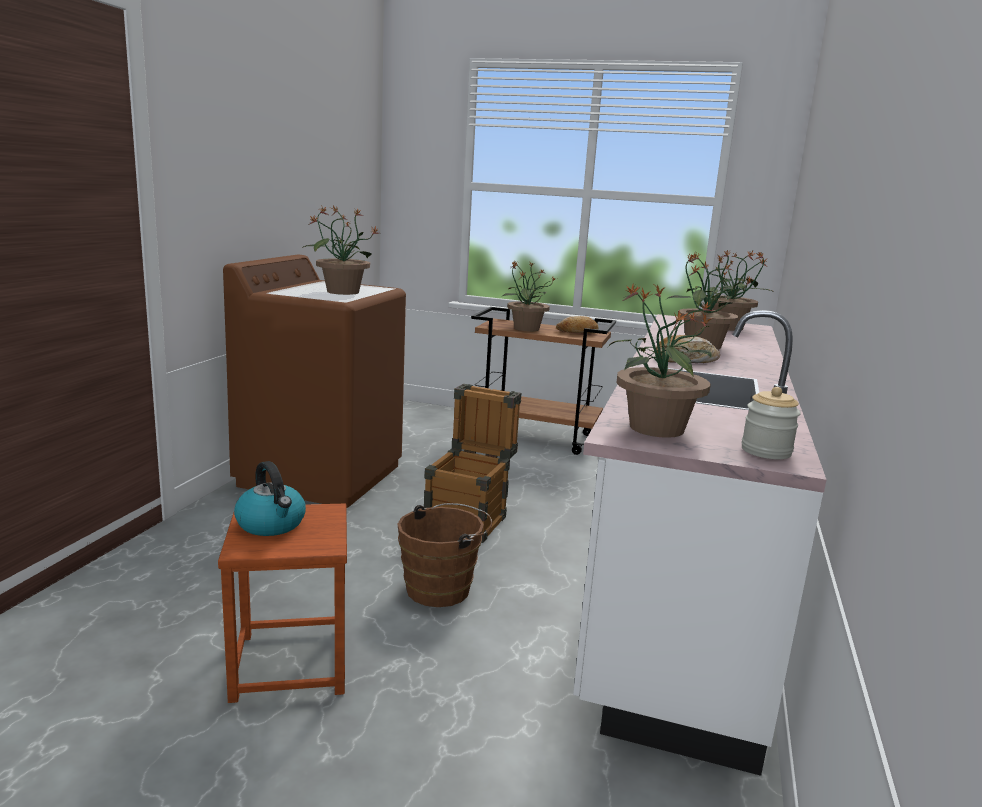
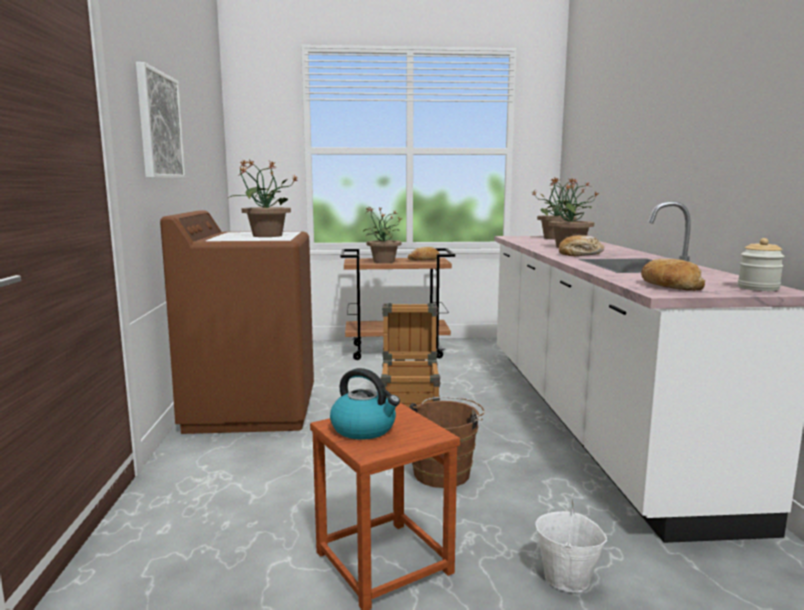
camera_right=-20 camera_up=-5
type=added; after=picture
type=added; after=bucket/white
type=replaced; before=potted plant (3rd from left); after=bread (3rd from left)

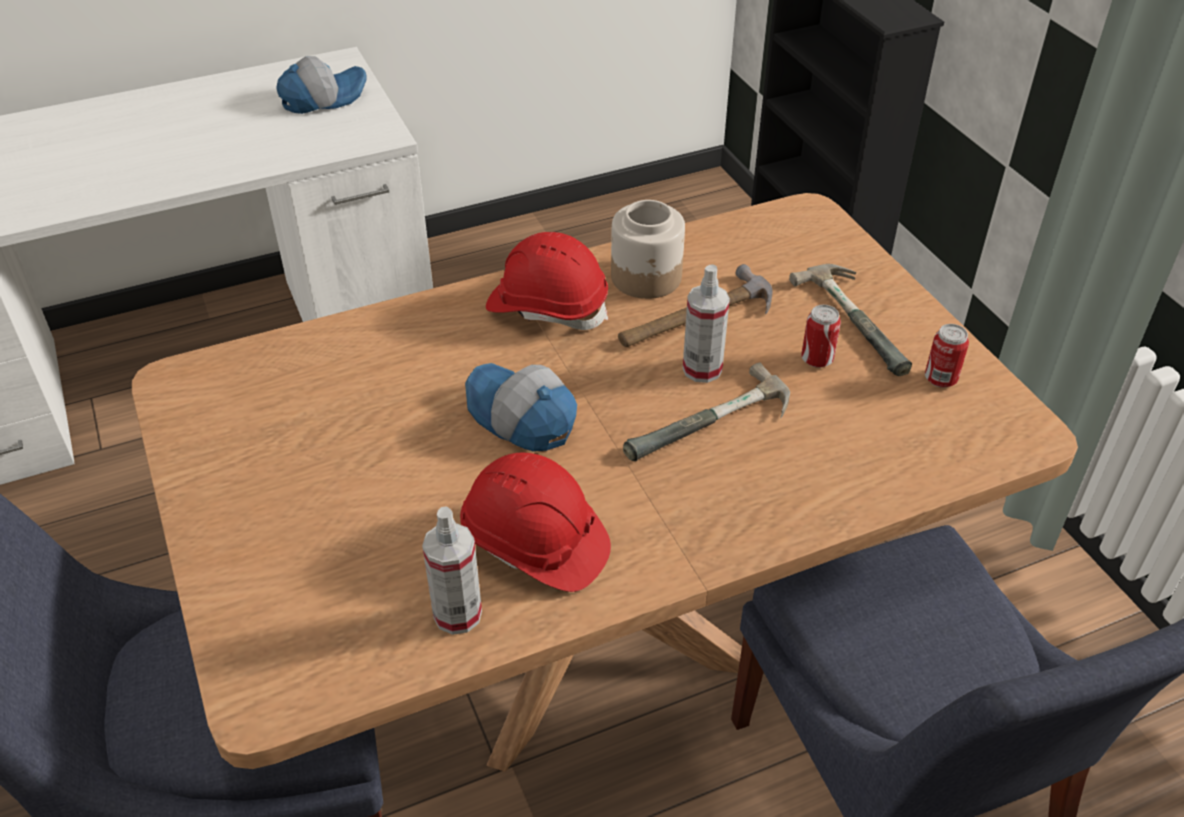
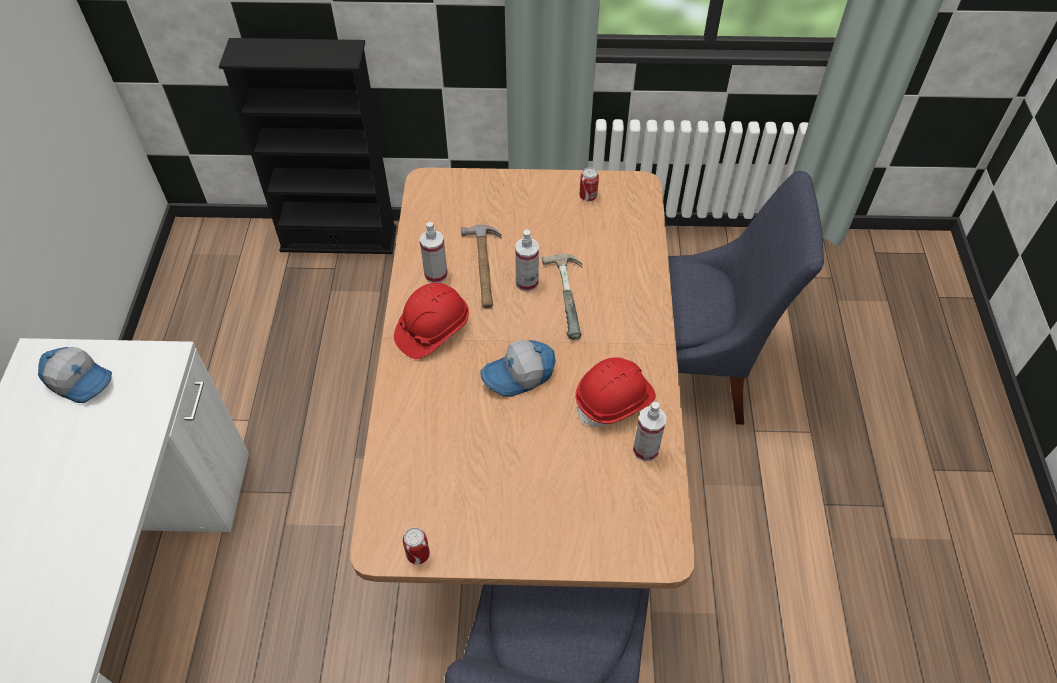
camera_right=-65 camera_up=10
type=turned; before=cap (1st from left); turn=120
type=moved; before=can (1st from left)
type=replaced; before=jar; after=spray bottle (1st from left)
type=removed; before=hammer (3rd from left)

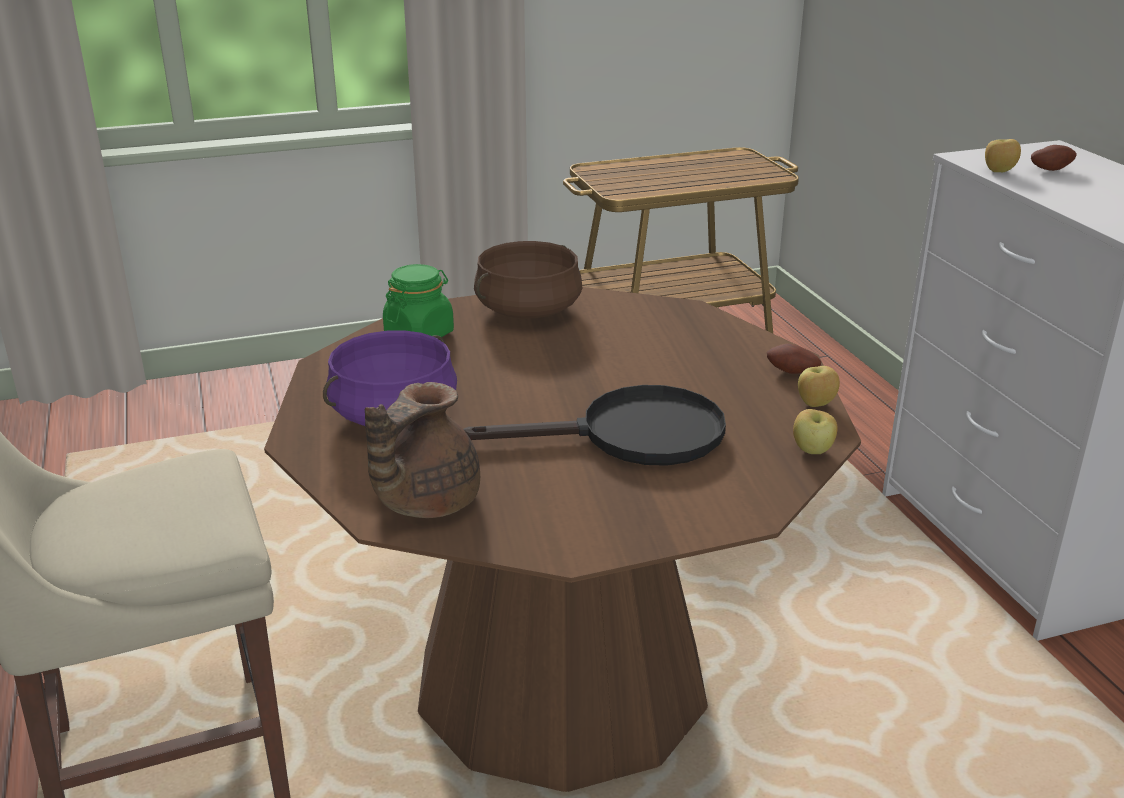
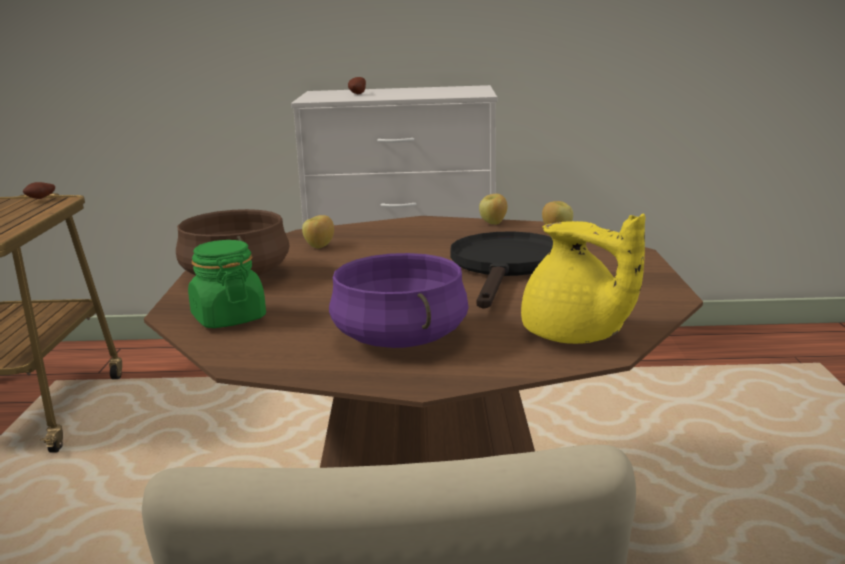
camera_right=-70 camera_up=-10
type=moved; before=potato (1st from left)
type=moved; before=apple (3rd from left in the first image); after=apple (1st from left)
type=recoloured; before=teapot/brown; after=teapot/yellow

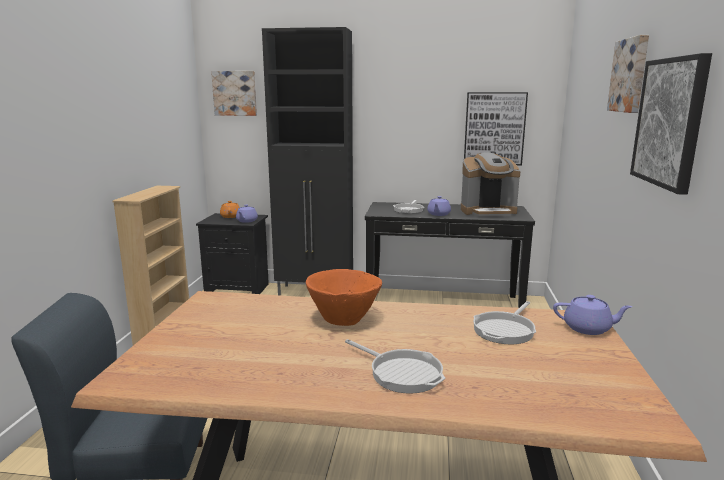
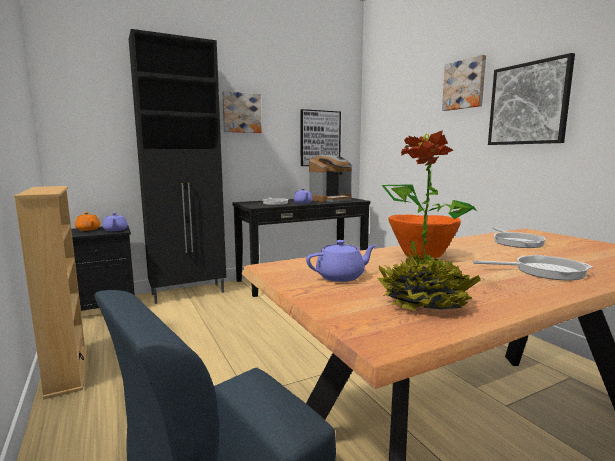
camera_right=-35 camera_up=-5
type=moved; before=picture (1st from left)
type=moved; before=teapot/purple (3rd from left)
type=added; after=potted plant

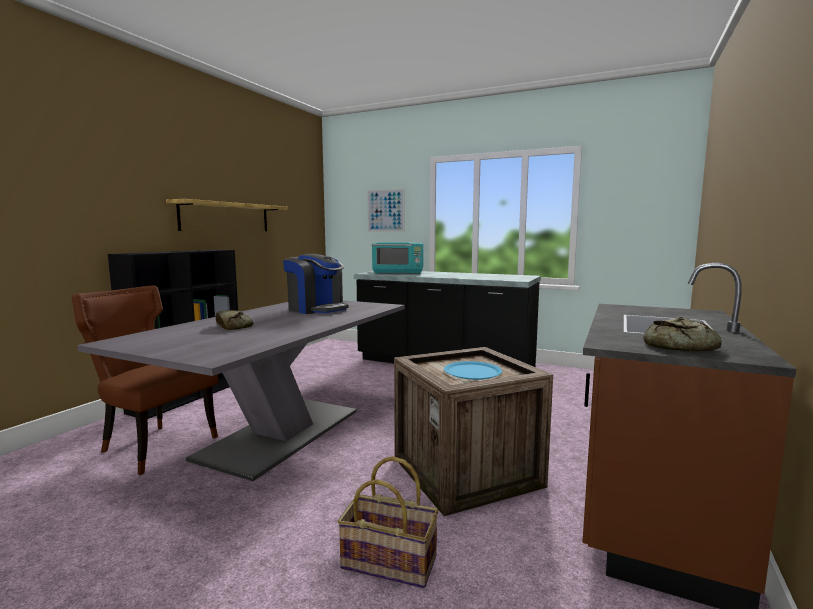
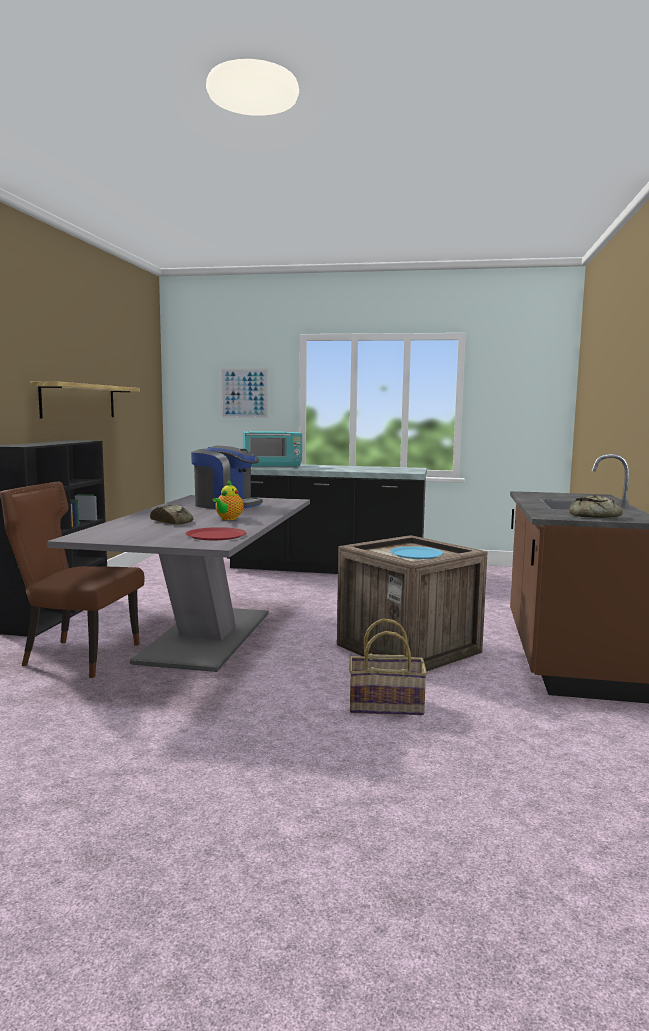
camera_right=-15 camera_up=0
type=added; after=plate/red
type=added; after=teapot

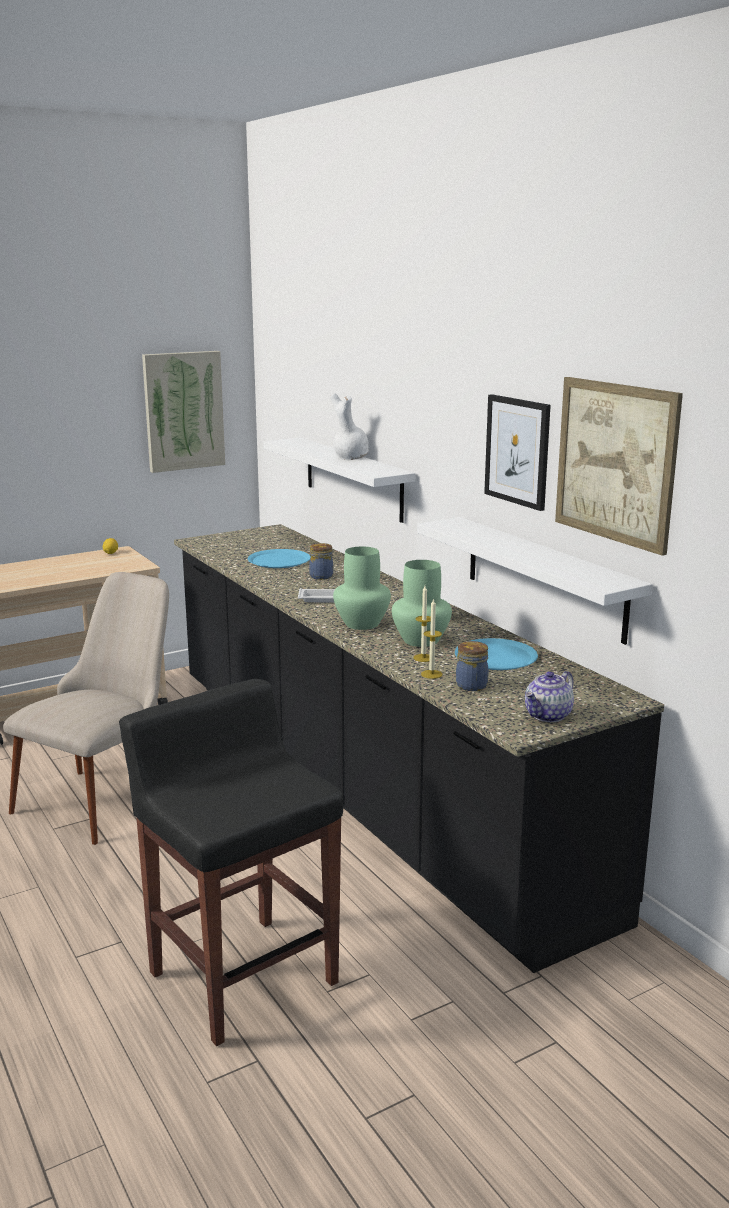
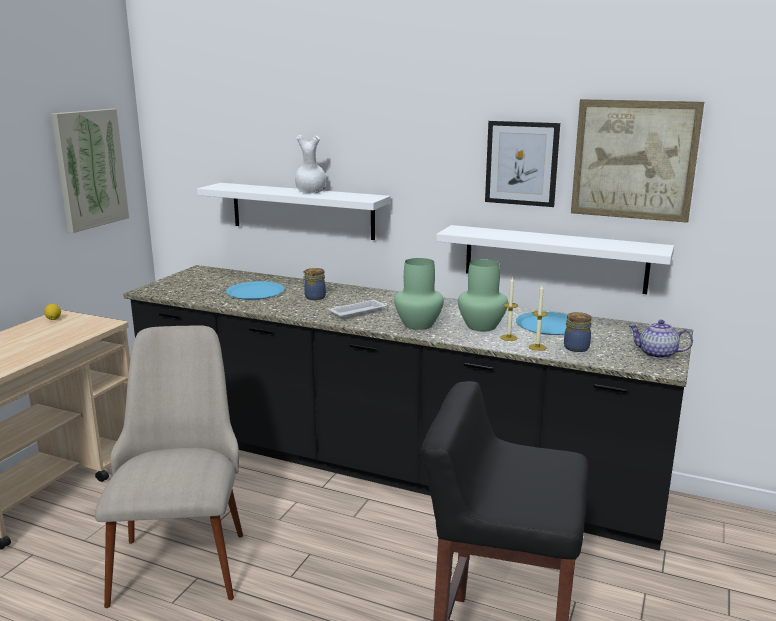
camera_right=-35 camera_up=0
type=turned; before=teapot; turn=105

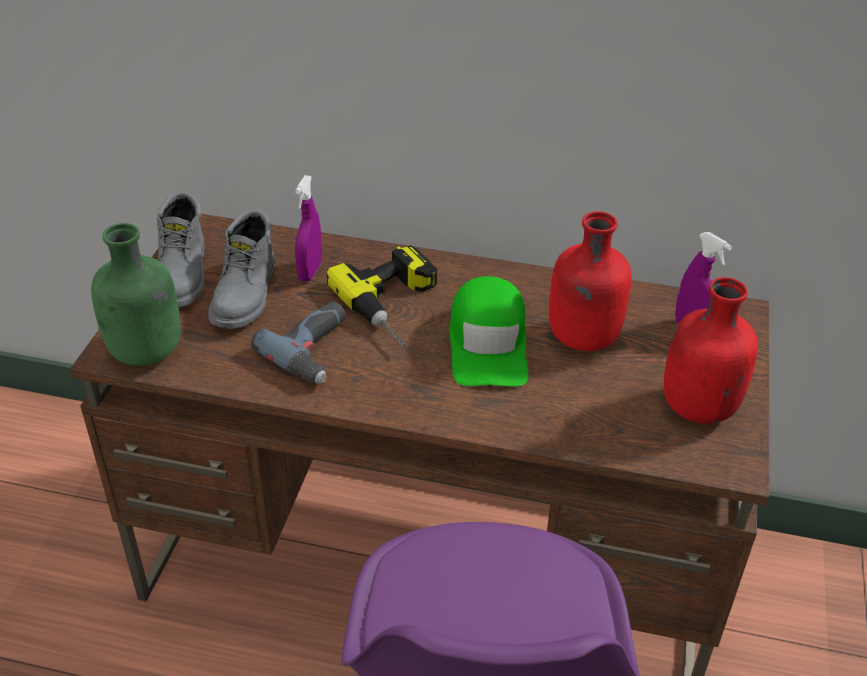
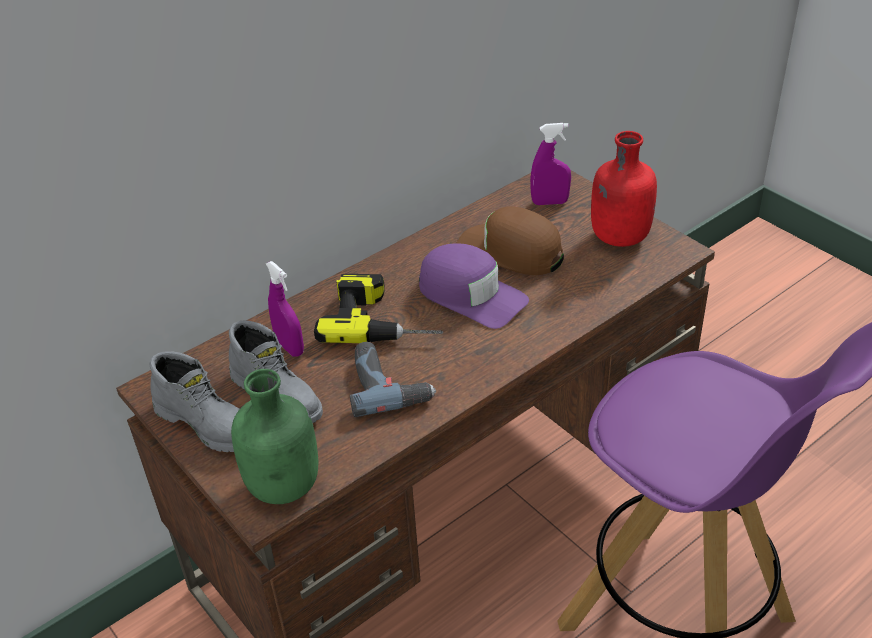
camera_right=-50 camera_up=0
type=recoloured; before=cap/green; after=cap/purple
type=replaced; before=bottle/red (1st from left); after=cap/brown

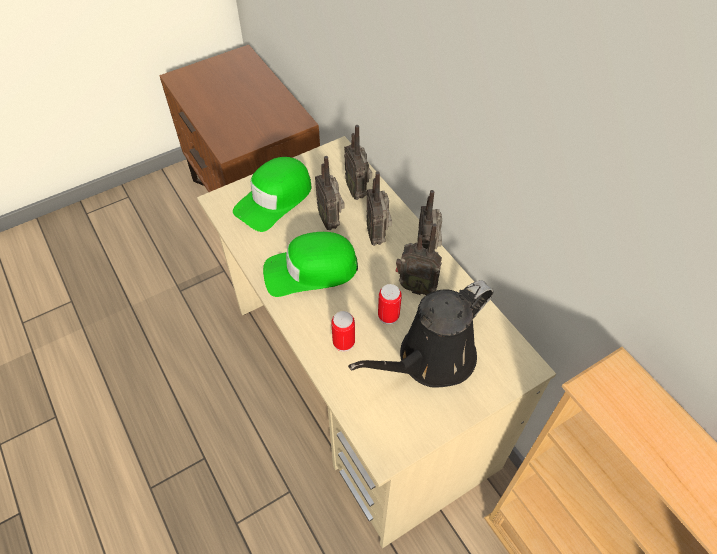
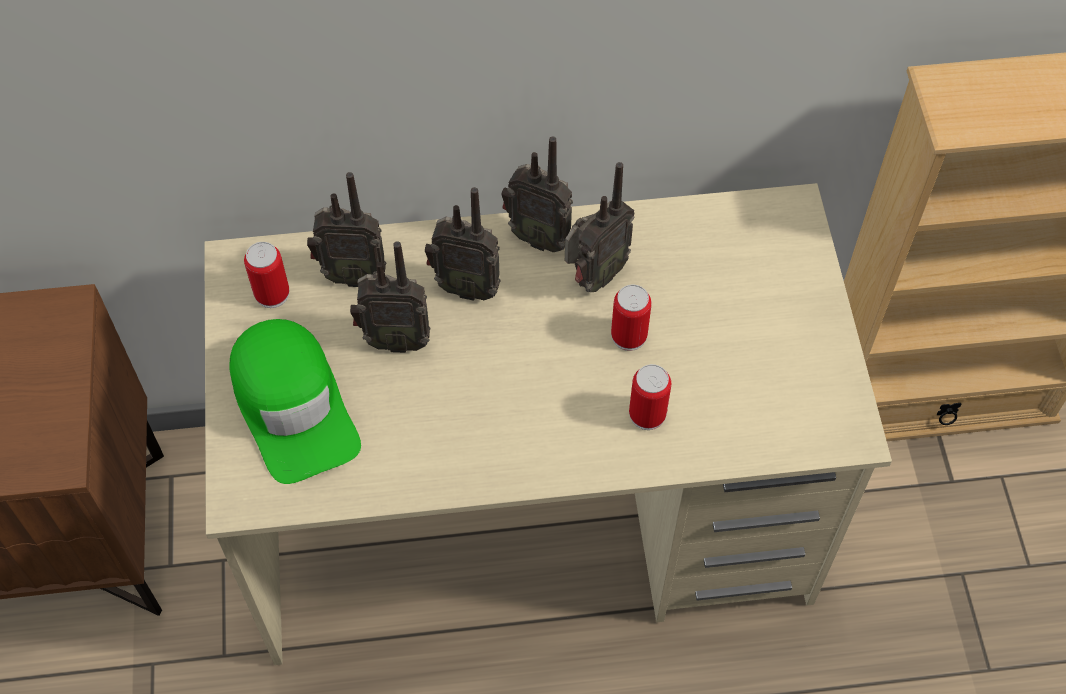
camera_right=-65 camera_up=5
type=added; after=can (1st from left)
type=removed; before=cap/green (2nd from left)
type=removed; before=watering can/black

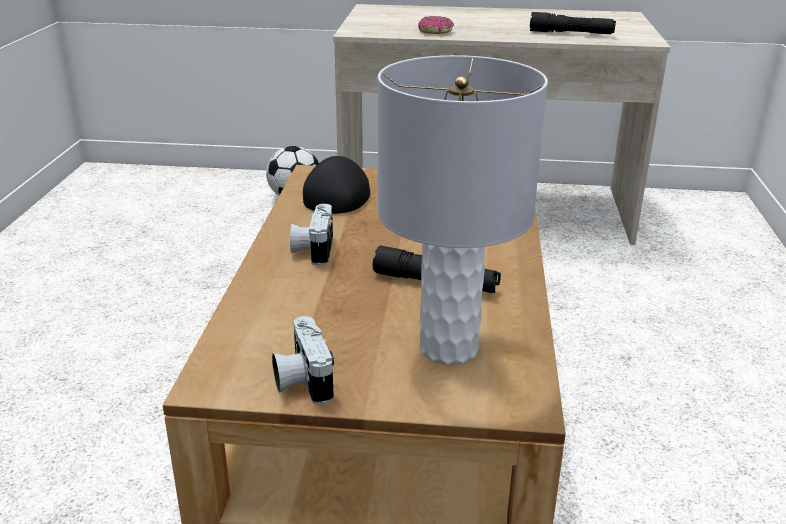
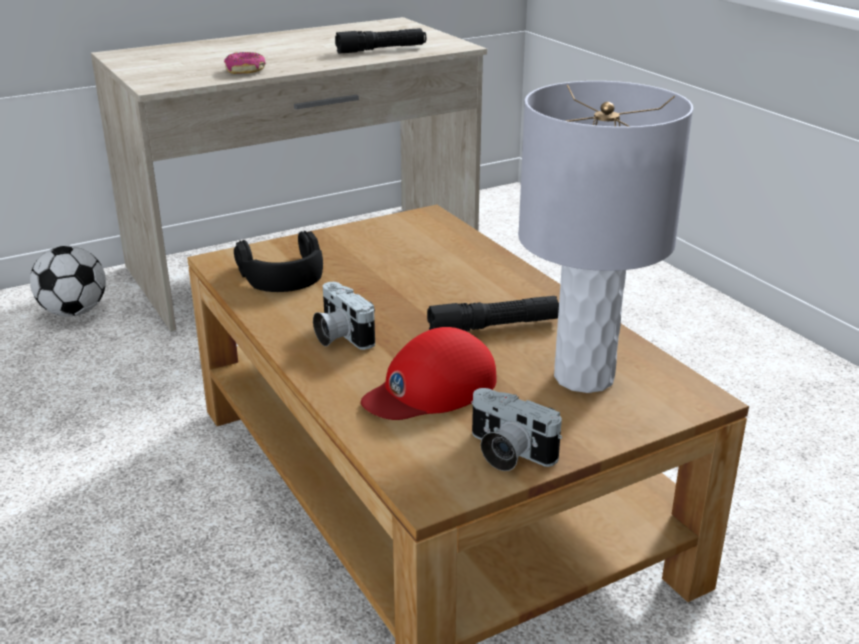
camera_right=-35 camera_up=0
type=replaced; before=cap/black; after=headphones/black
type=added; after=cap/red

